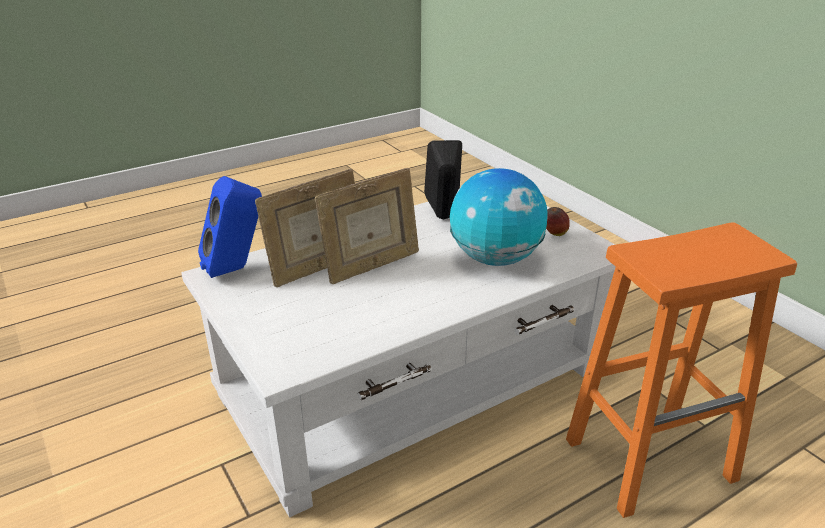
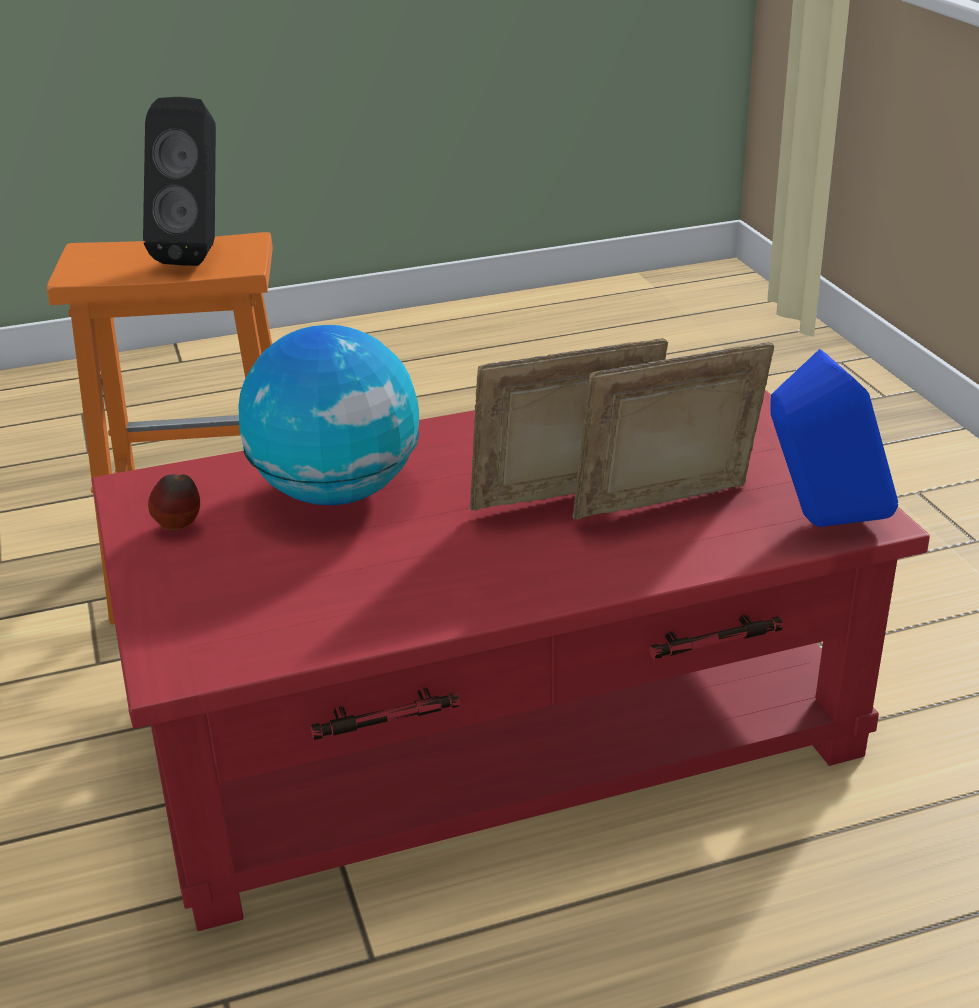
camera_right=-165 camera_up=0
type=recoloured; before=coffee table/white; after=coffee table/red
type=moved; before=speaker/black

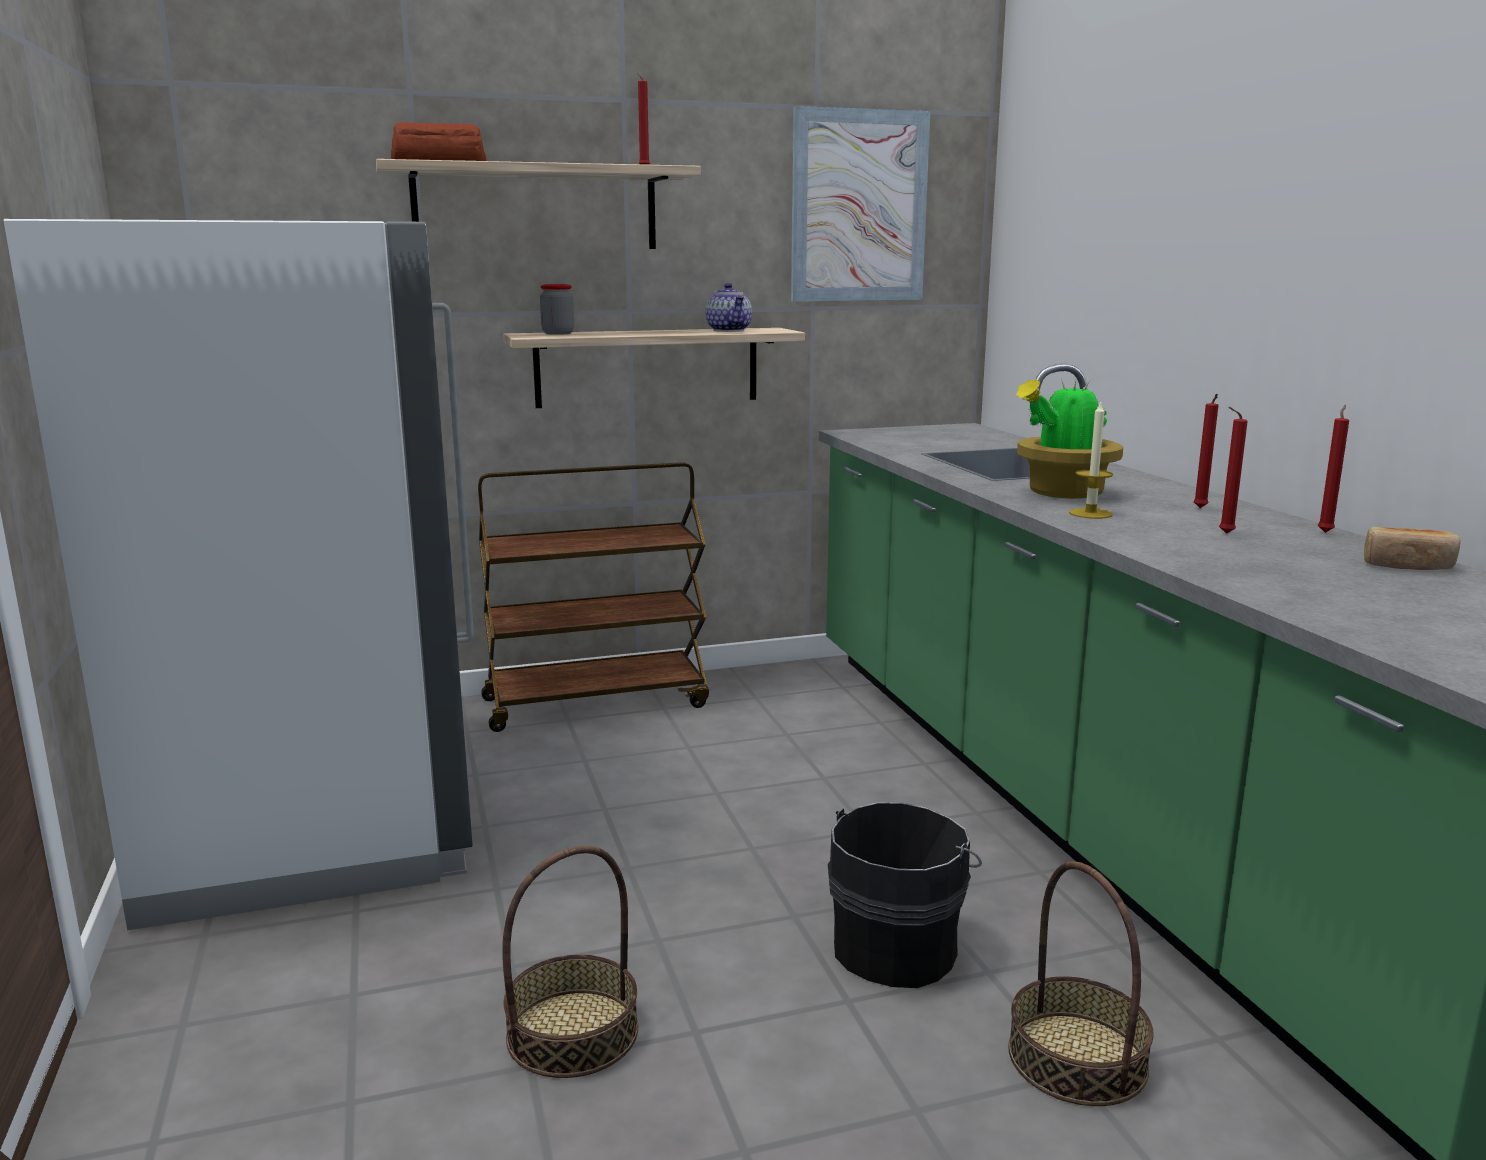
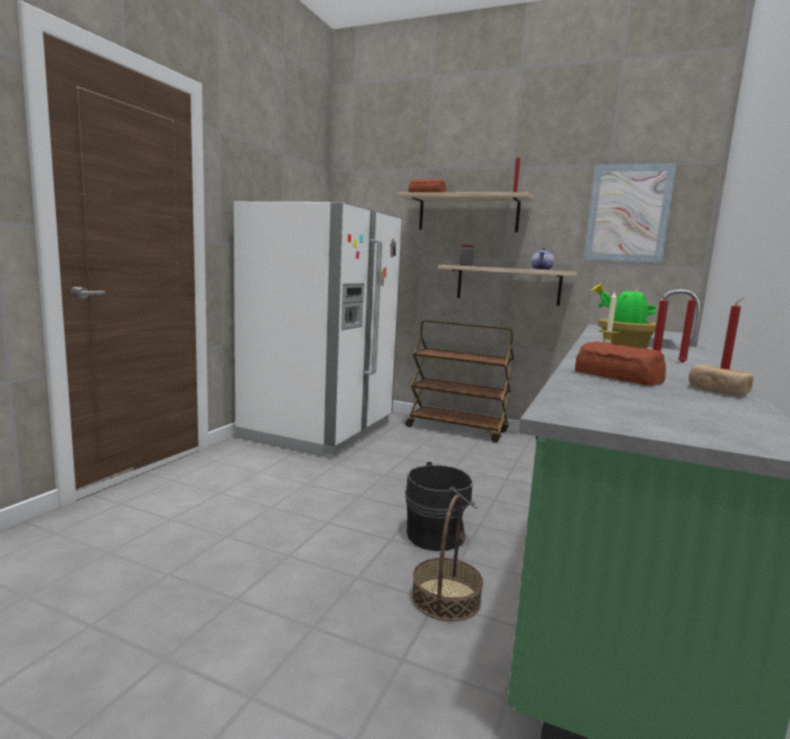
camera_right=40 camera_up=-5
type=added; after=bread (2nd from left)
type=removed; before=basket (1st from left)

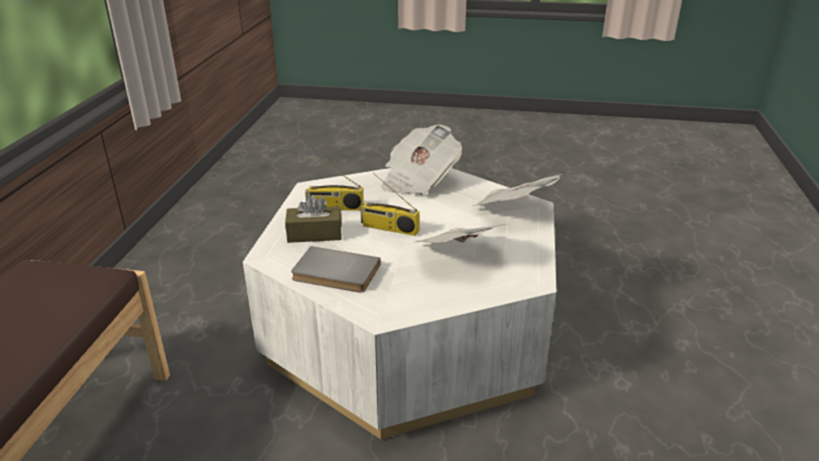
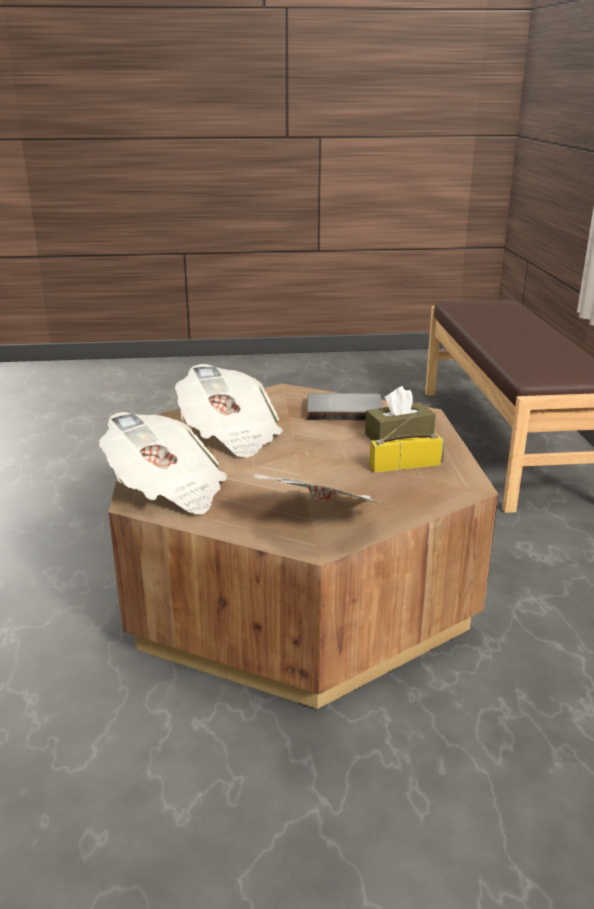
camera_right=165 camera_up=-5
type=recoloured; before=coffee table/white; after=coffee table/brown
type=removed; before=radio (2nd from left)

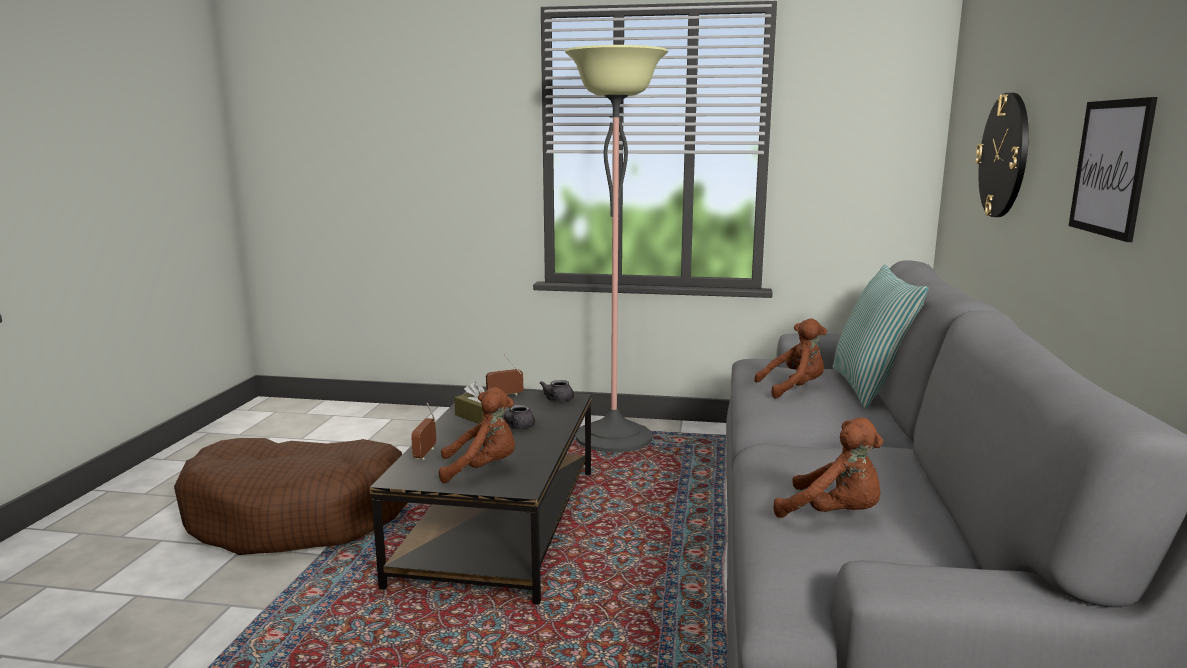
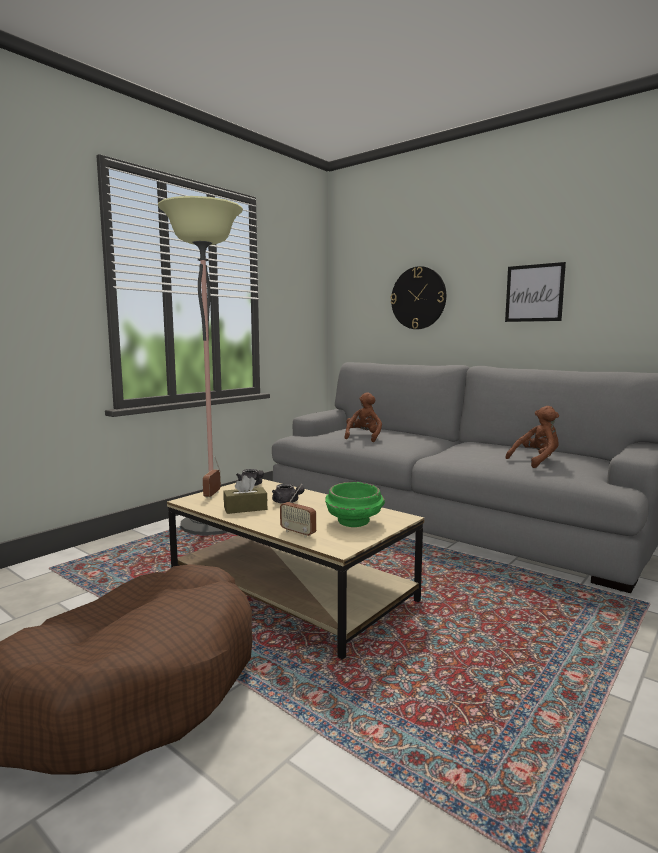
camera_right=-60 camera_up=-5
type=recoloured; before=coffee table/black; after=coffee table/beige
type=replaced; before=plush toy/brown (1st from left); after=bowl/green
type=removed; before=pillow

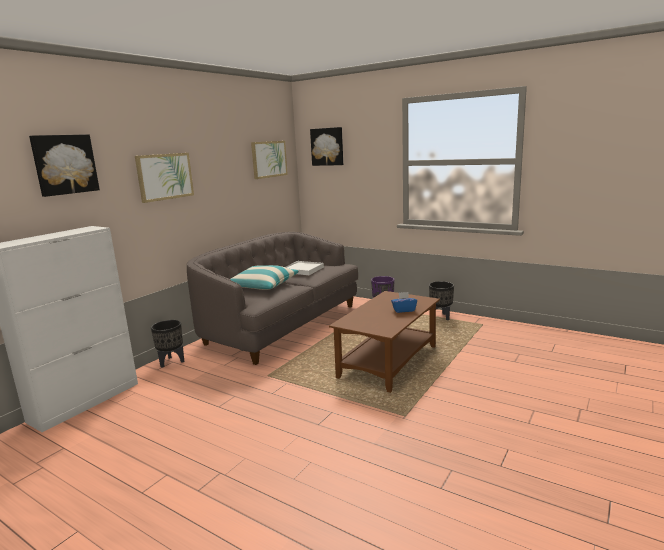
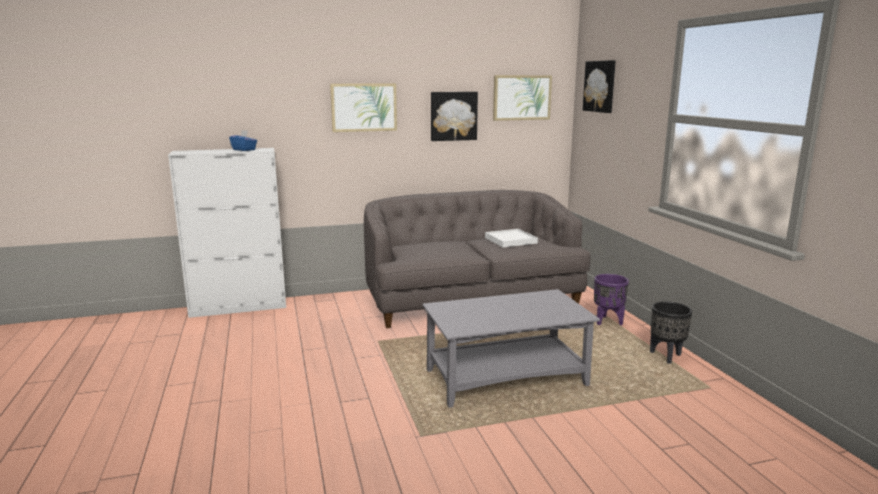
camera_right=40 camera_up=0
type=moved; before=tissue box/blue
type=recoloured; before=coffee table/brown; after=coffee table/grey
type=moved; before=picture (1st from left in the first image); after=picture (2nd from left)
type=removed; before=planter/black (1st from left)
type=removed; before=pillow

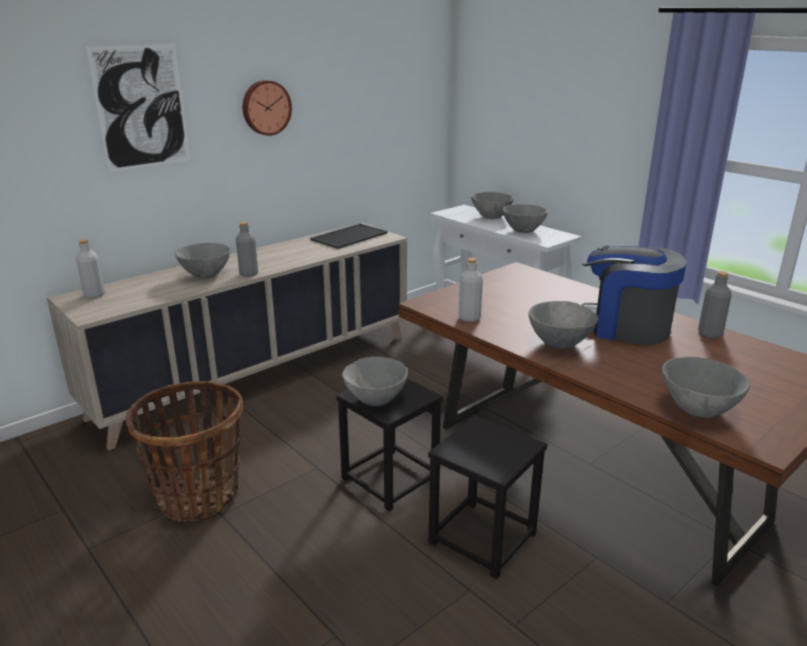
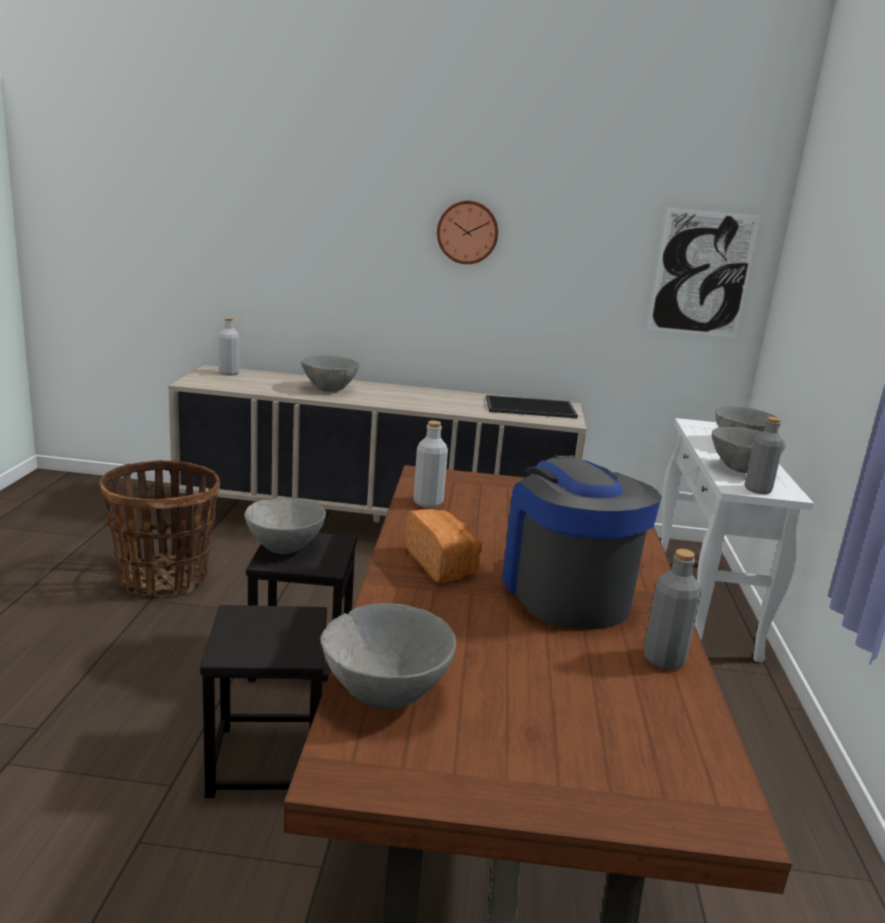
camera_right=45 camera_up=-5
type=replaced; before=bowl/grey (5th from left); after=bread
type=moved; before=picture
type=moved; before=bottle/grey (2nd from left in the first image); after=bottle/grey (4th from left)

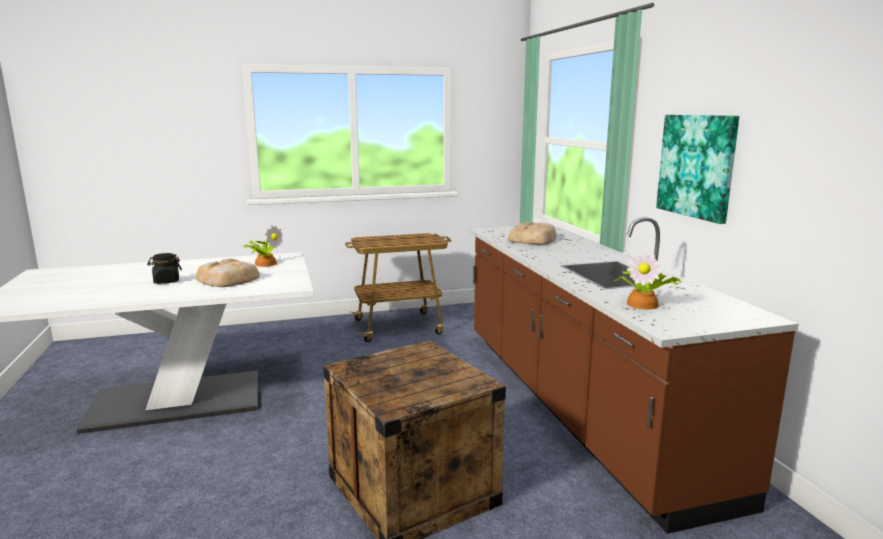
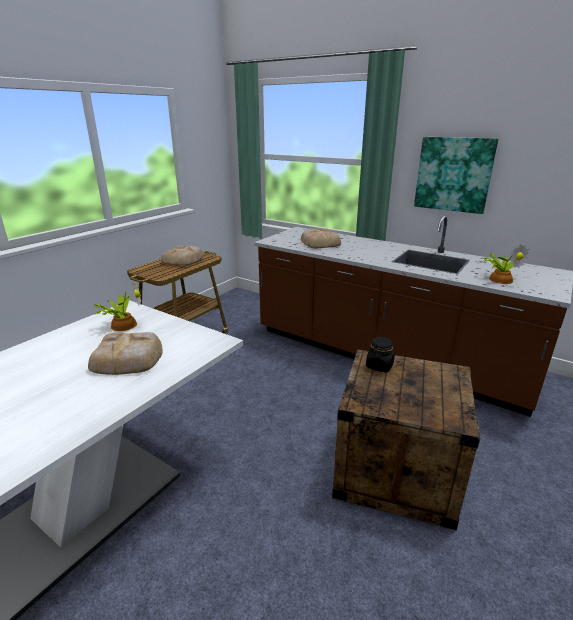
camera_right=-40 camera_up=10
type=added; after=bread (2nd from left)
type=moved; before=jar/black

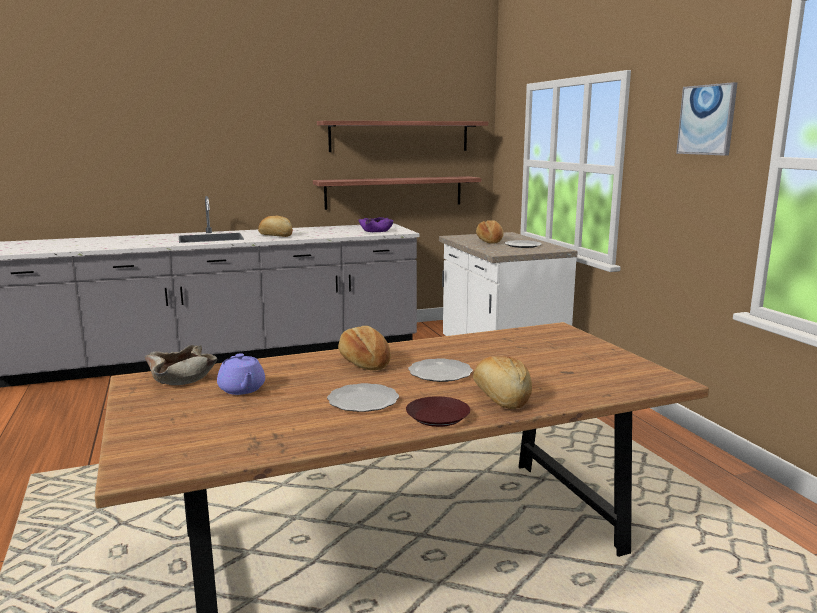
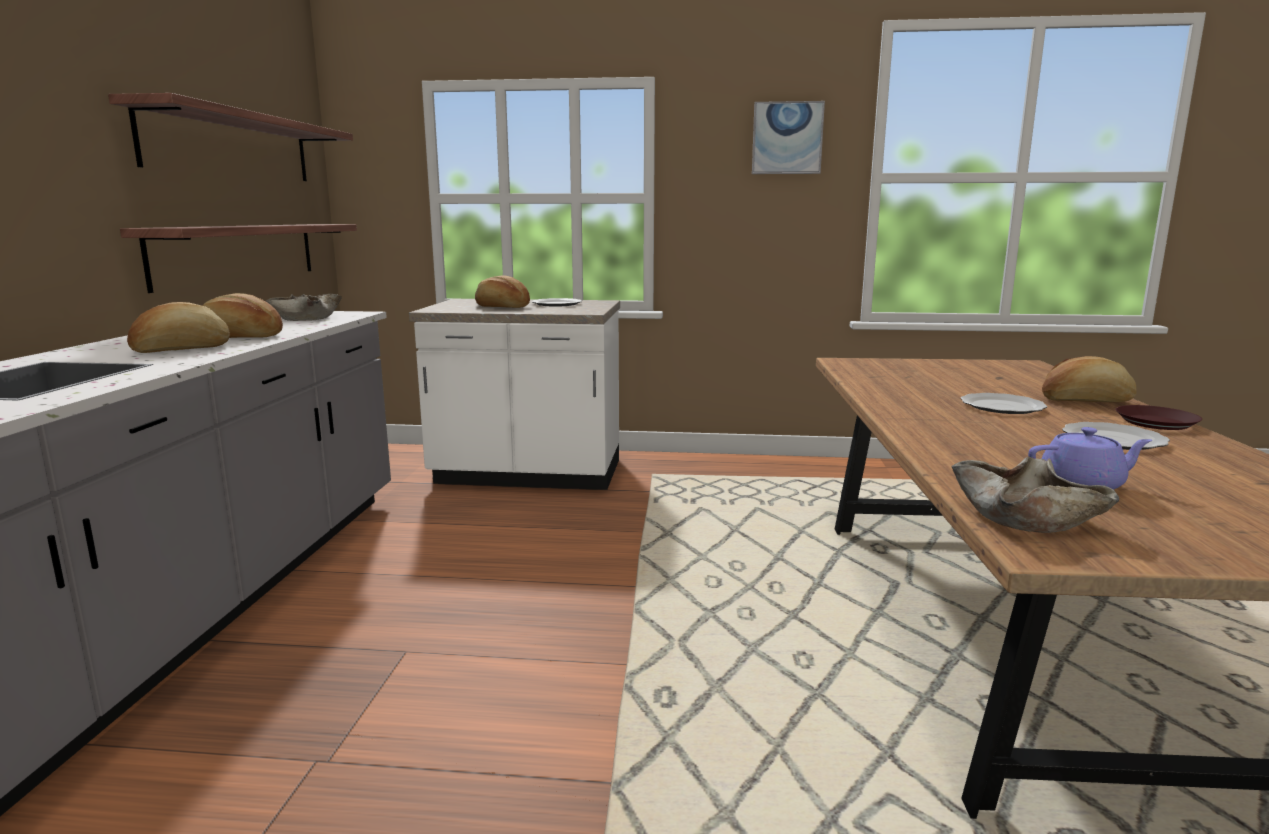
camera_right=-65 camera_up=0
type=moved; before=bread (2nd from left)
type=recoloured; before=bowl/purple; after=bowl/beige (1st from left)

